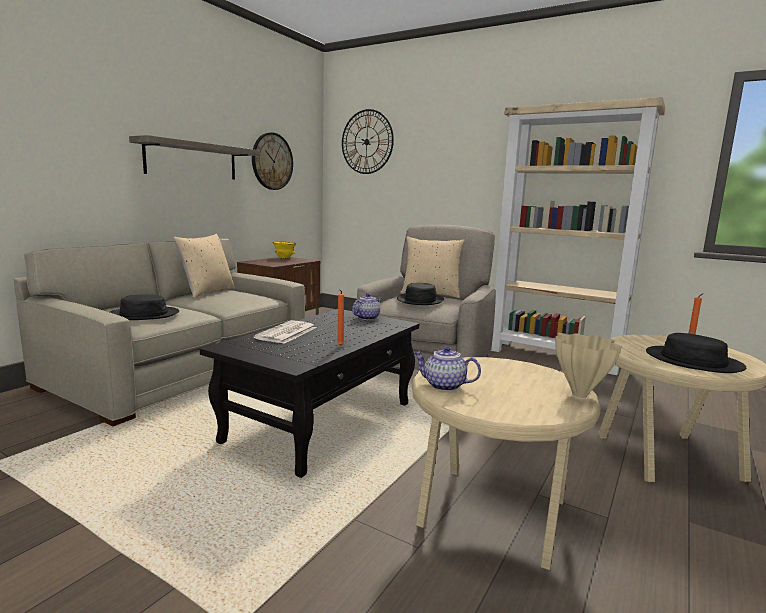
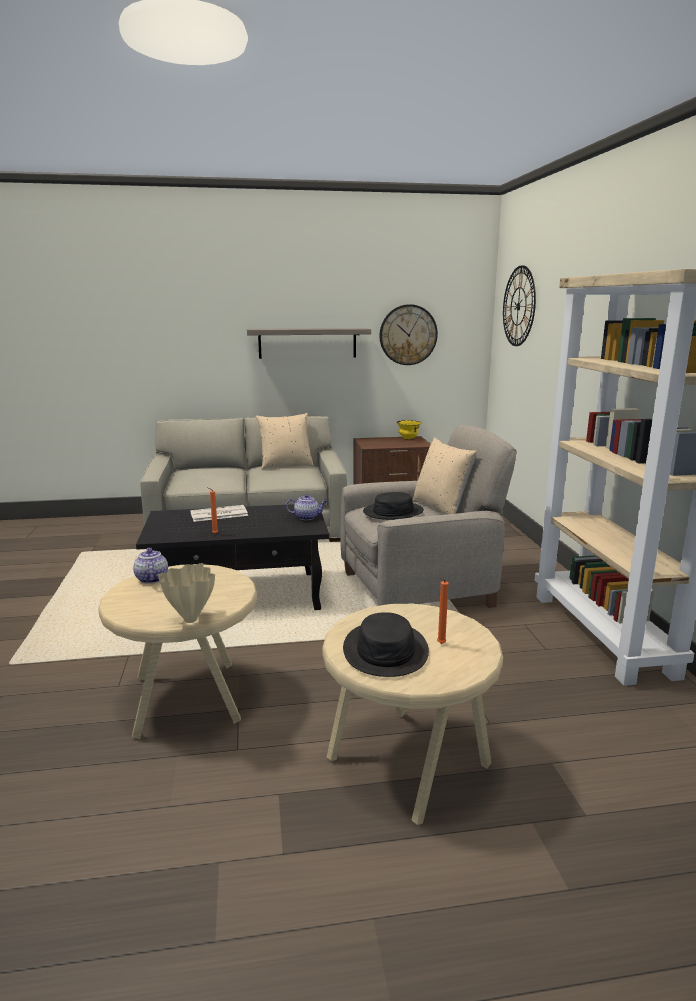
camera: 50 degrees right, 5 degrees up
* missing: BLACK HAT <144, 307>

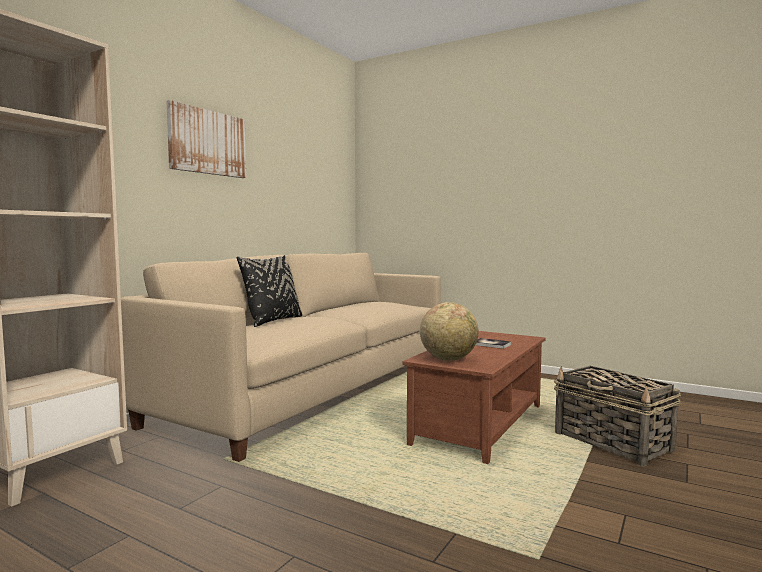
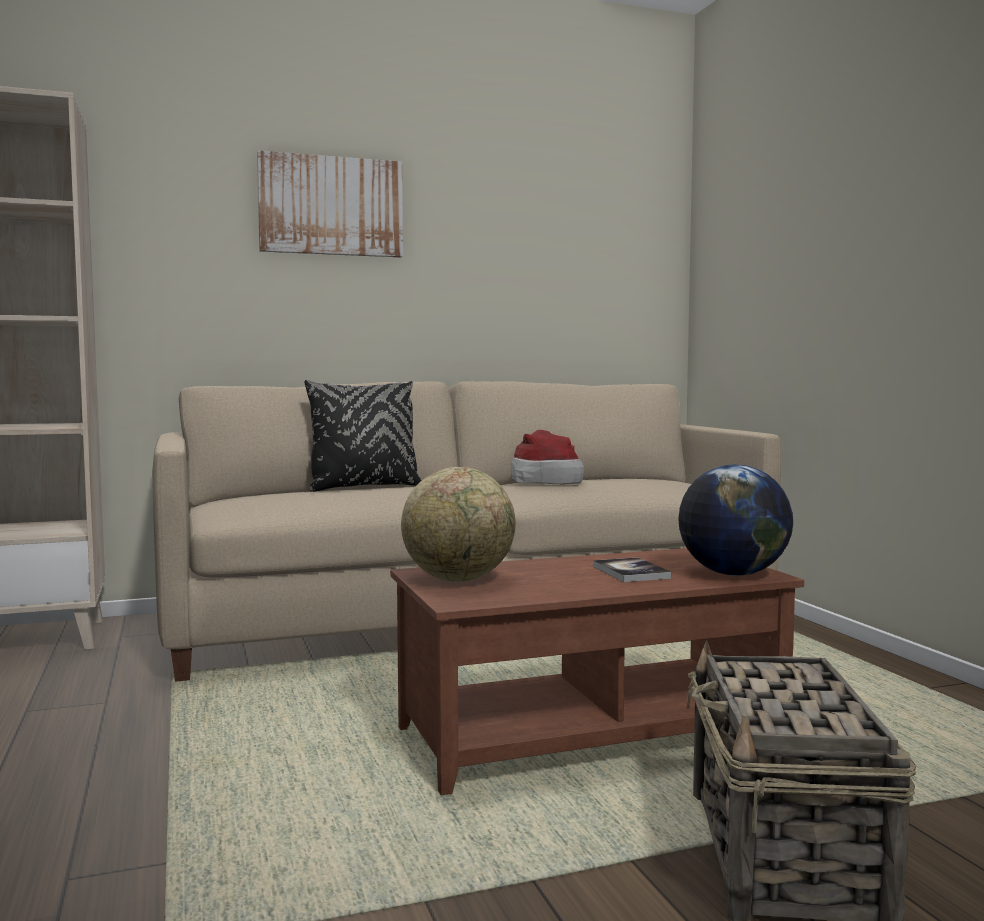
camera: 40 degrees right, 0 degrees up
* appeared: HAT <547, 457>
* appeared: GLOBE <735, 520>

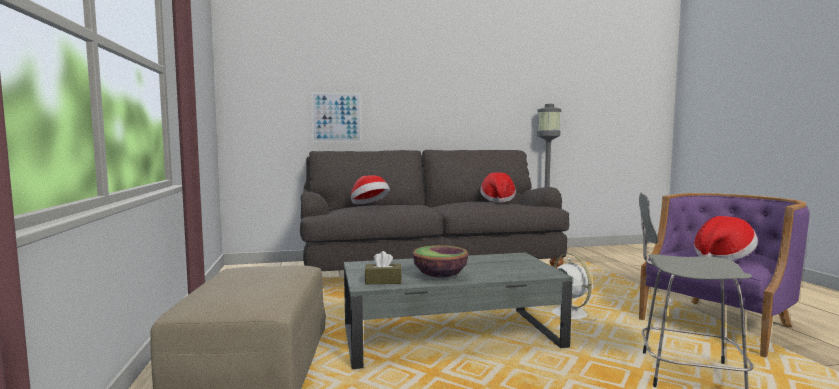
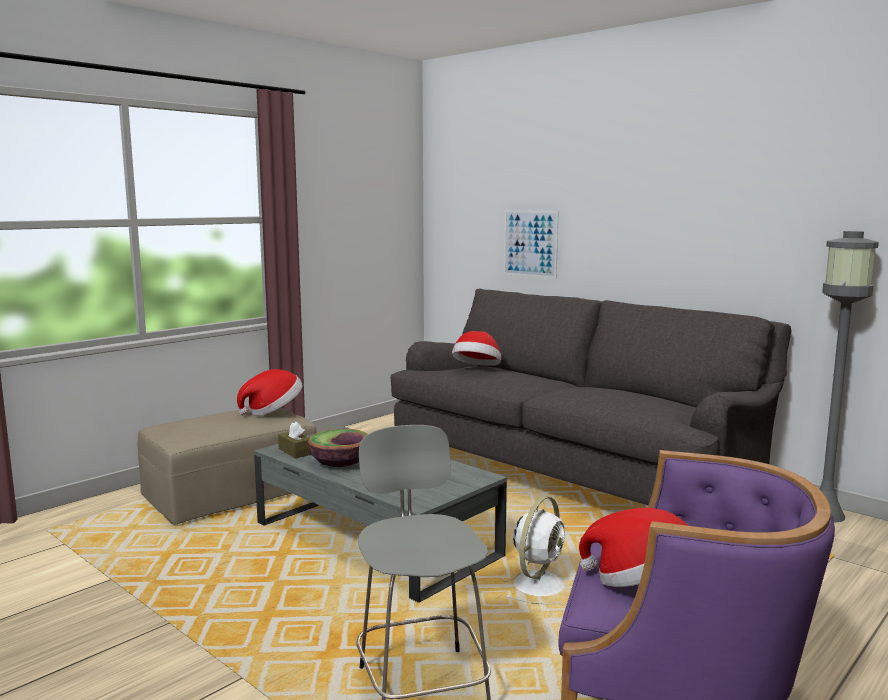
camera: 55 degrees right, 5 degrees up
* relocated: HAT <498, 188> to <270, 392>

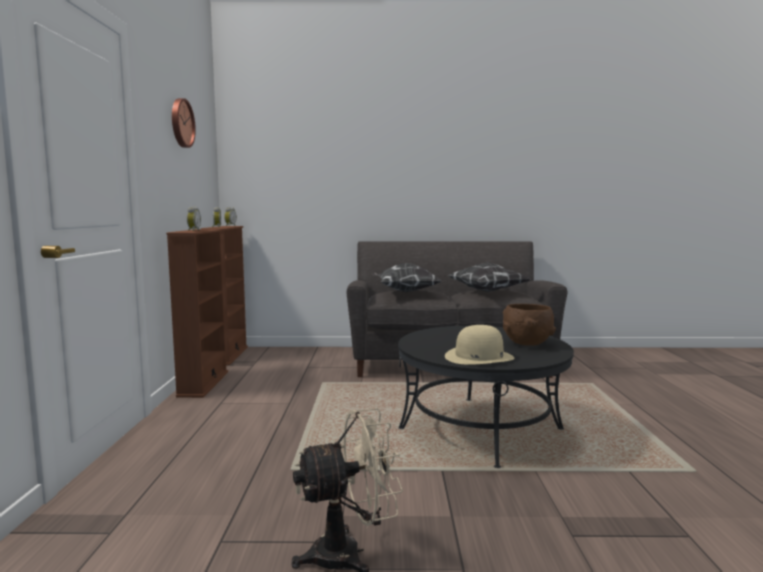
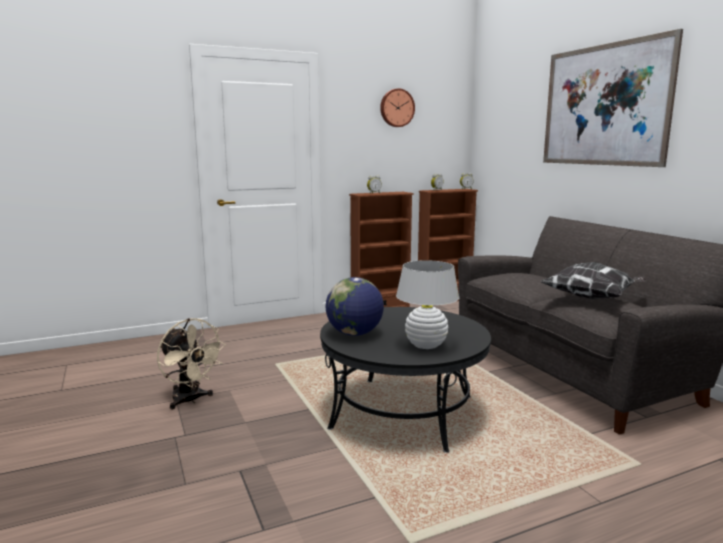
camera: 65 degrees right, 5 degrees up
* missing: PILLOW <407, 277>
* exchanged: BROWN BOWL <529, 325> to WHITE TABLE LAMP <427, 304>
* exchanged: BEIGE HAT <479, 345> to GLOBE <354, 306>
* appeared: PICTURE <613, 98>

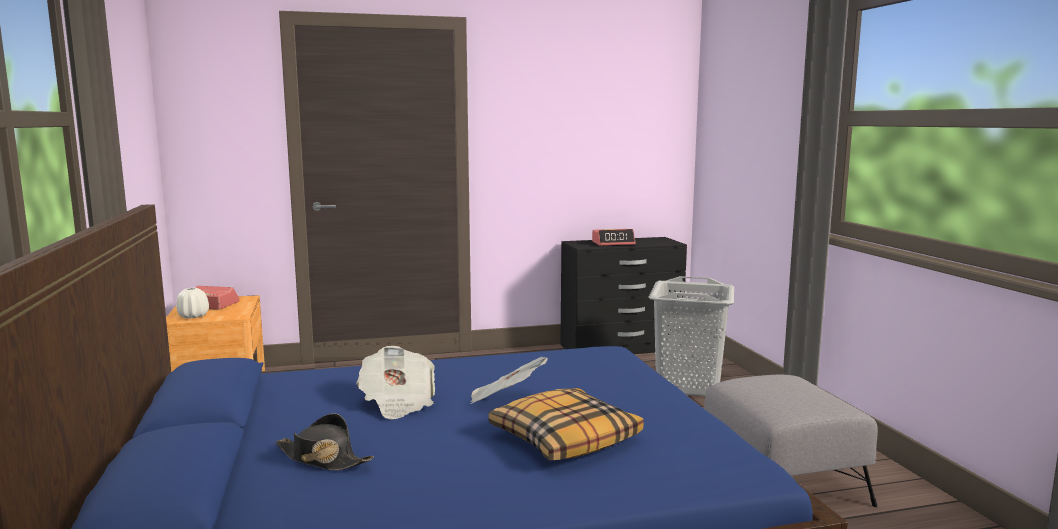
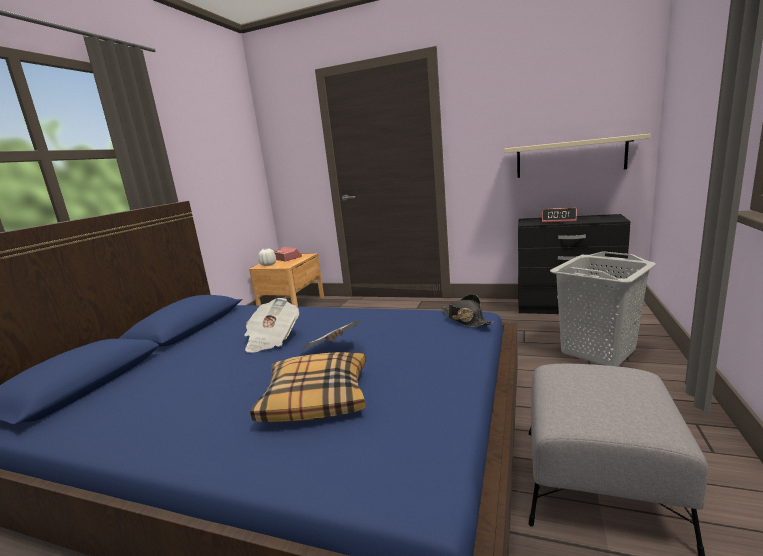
camera: 35 degrees right, 5 degrees up
* relocated: BLACK HAT <325, 441> to <467, 310>
* appeared: BEIGE SHELF <577, 156>

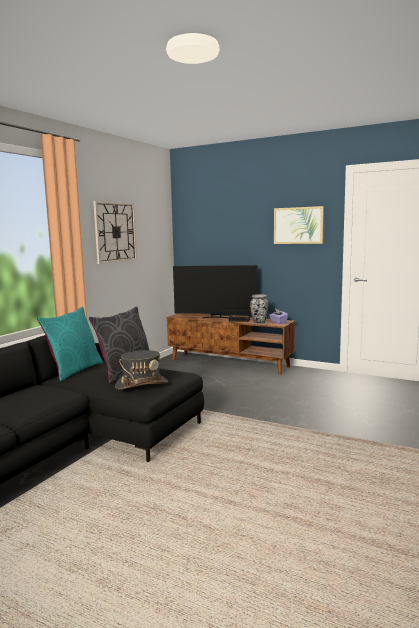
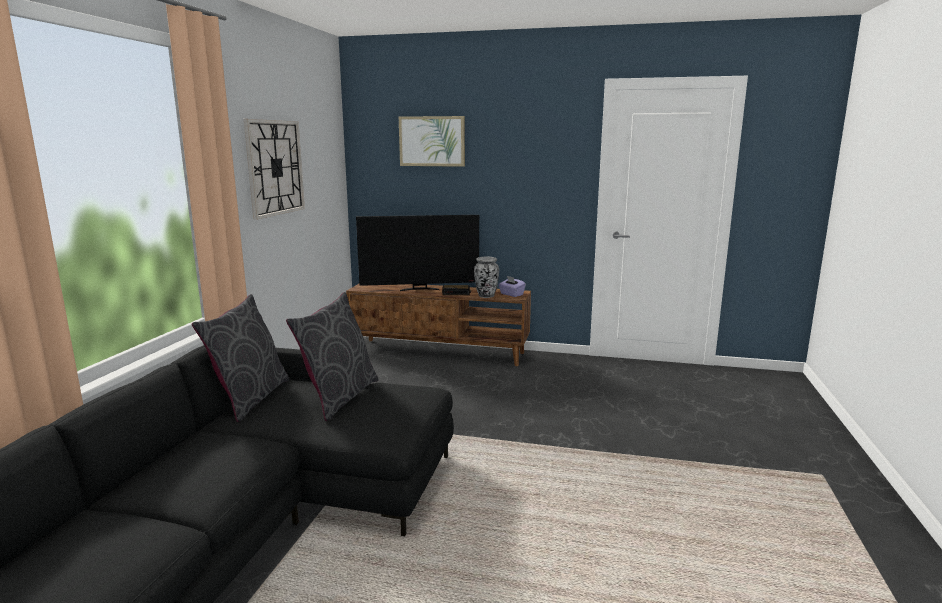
camera: 15 degrees left, 5 degrees up
* relocated: PICTURE <299, 225> to <432, 141>
* colour: TURQUOISE PILLOW <70, 344> to GREY PILLOW <241, 358>
* missing: GREY HAT <141, 369>

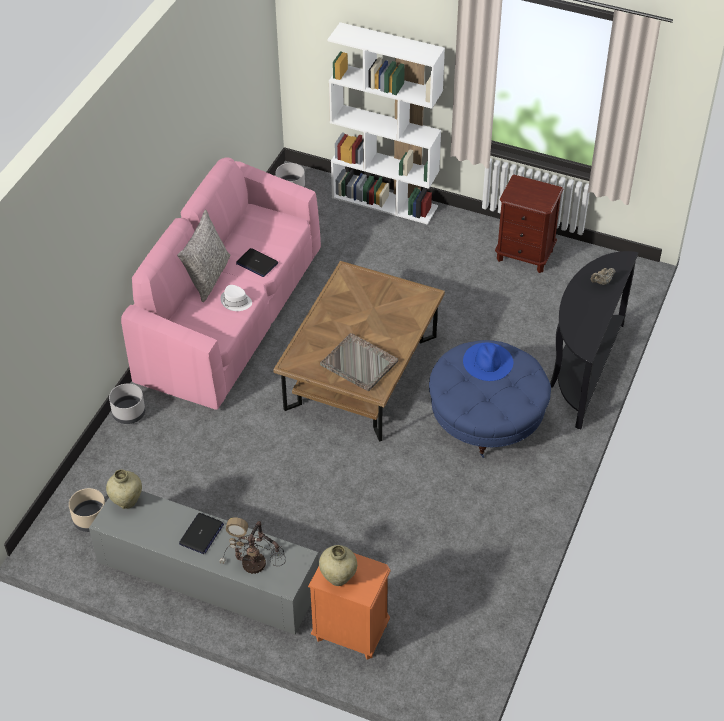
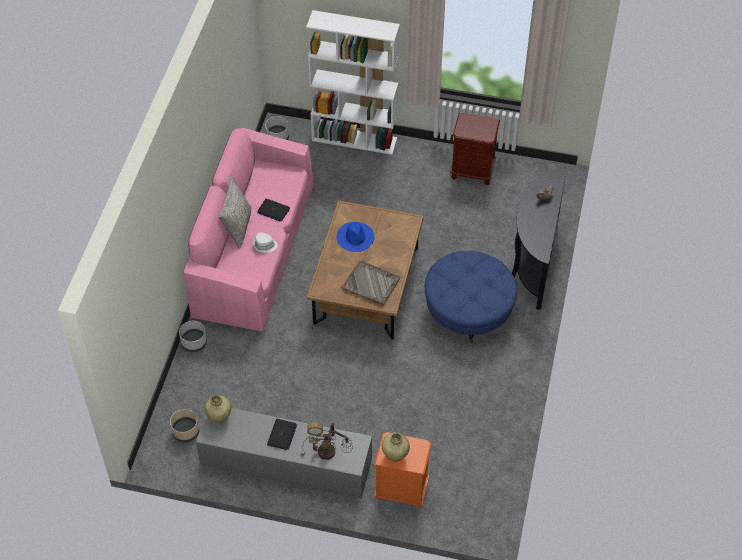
camera: 10 degrees left, 5 degrees up
* relocated: BLUE HAT <488, 362> to <355, 237>

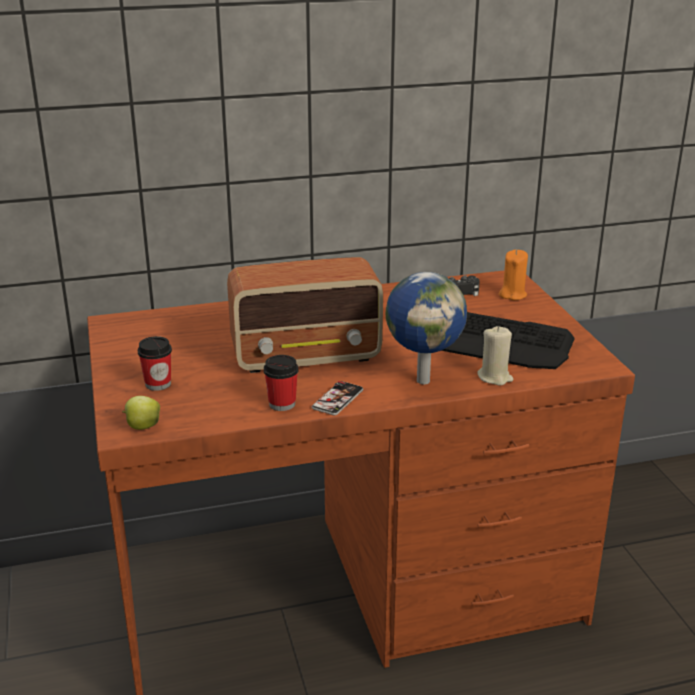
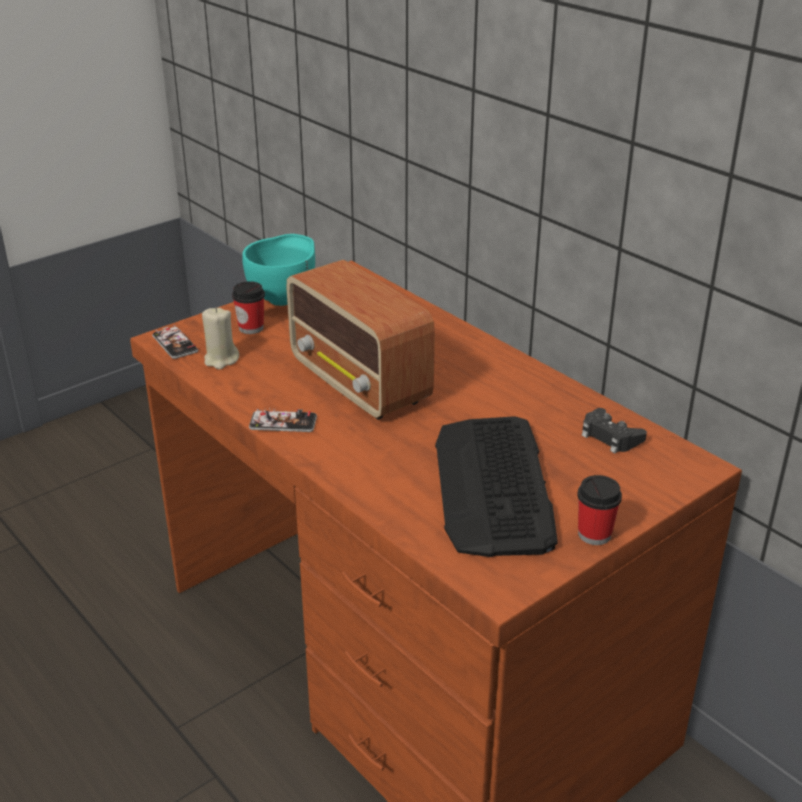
camera: 65 degrees right, 5 degrees up
* missing: ORANGE CANDLE <513, 275>
* missing: GLOBE <426, 328>
* relocated: BEIGE CANDLE <495, 356> to <220, 338>
* relocated: CUP <281, 383> to <599, 510>
* exchanged: APPLE <141, 413> to PHONE <175, 342>
* appeared: TURQUOISE BOWL <278, 270>

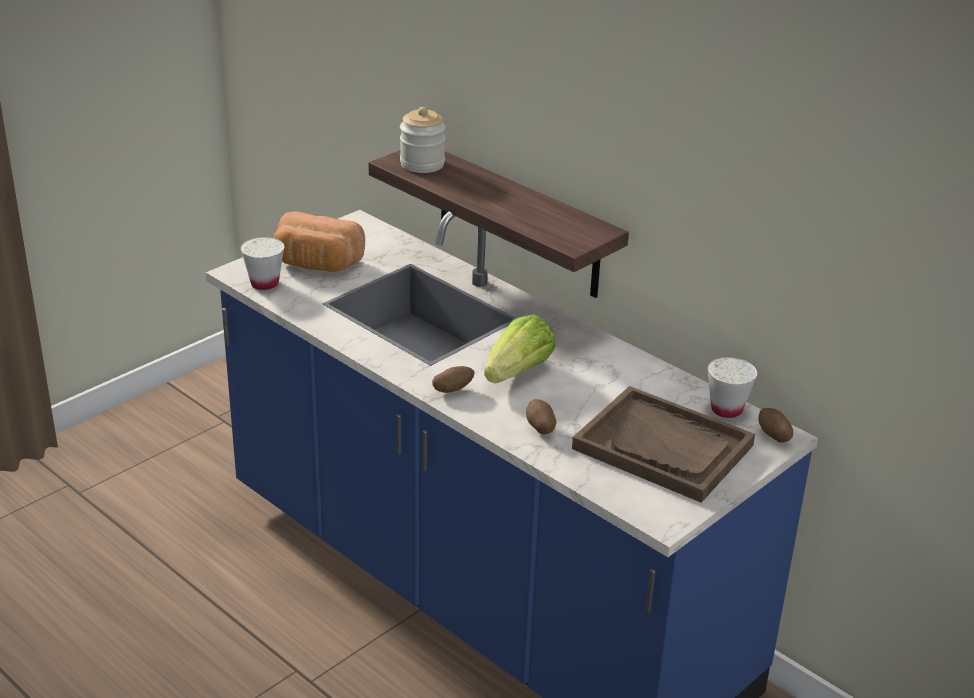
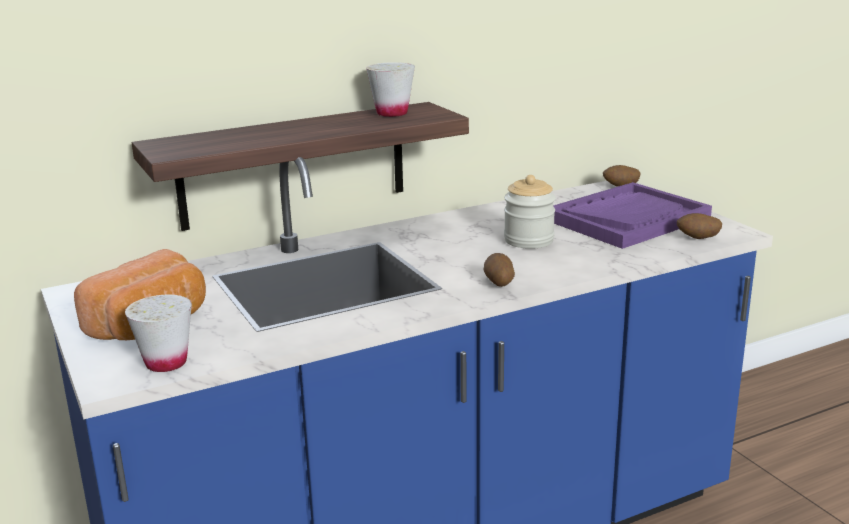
camera: 70 degrees left, 10 degrees down
* relocated: JAR <422, 140> to <530, 212>
* missing: LETTUCE <520, 349>
* relocated: WHITE CUP <732, 387> to <390, 89>
* colour: BROWN TRAY <663, 444> to PURPLE TRAY <632, 215>
* relocated: POTATO <541, 417> to <699, 226>

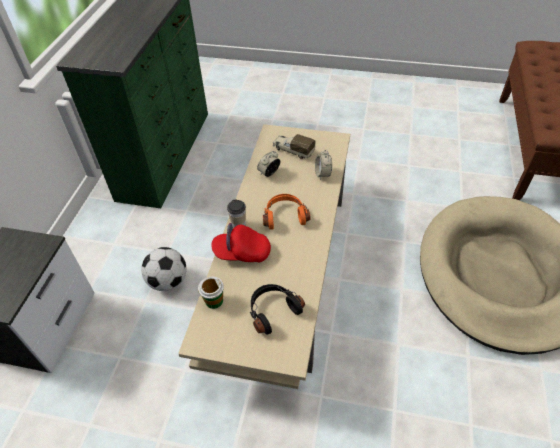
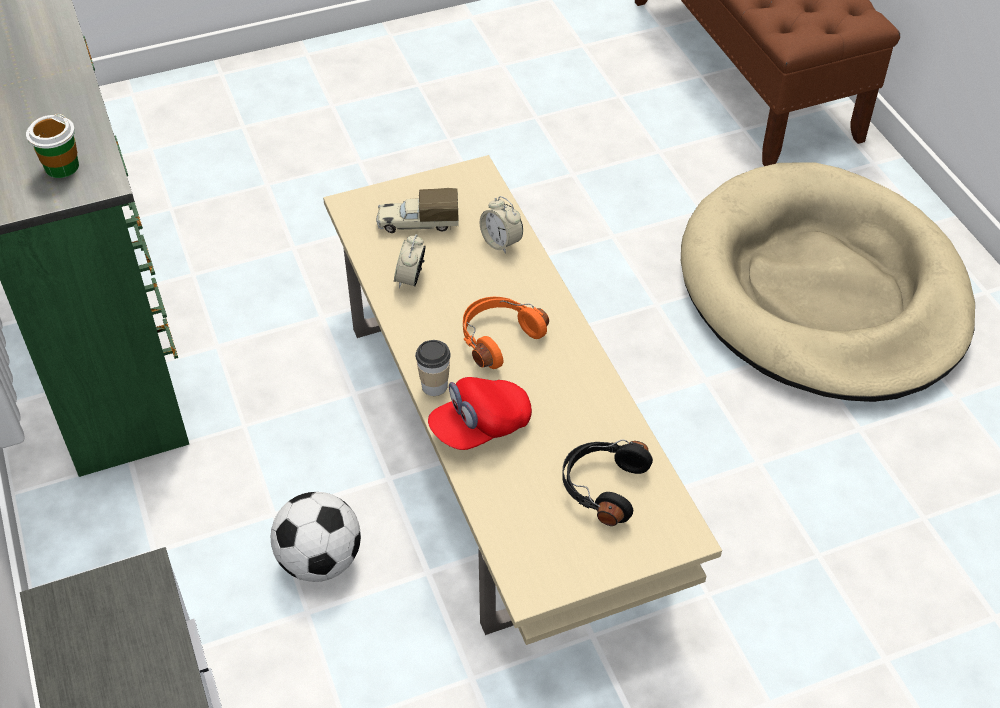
camera: 35 degrees left, 0 degrees up
* relocated: CUP <211, 293> to <52, 146>

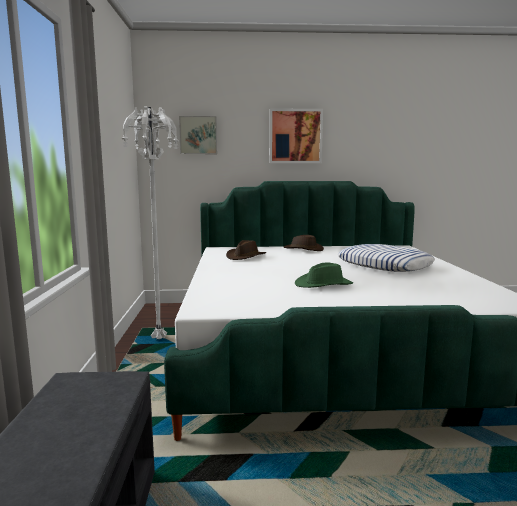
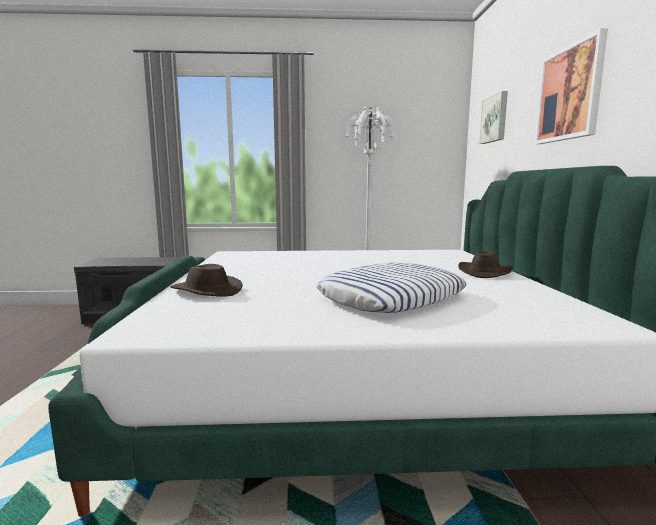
camera: 90 degrees right, 0 degrees up
* relocated: BROWN HAT <246, 250> to <207, 280>
* missing: GREEN HAT <324, 275>

